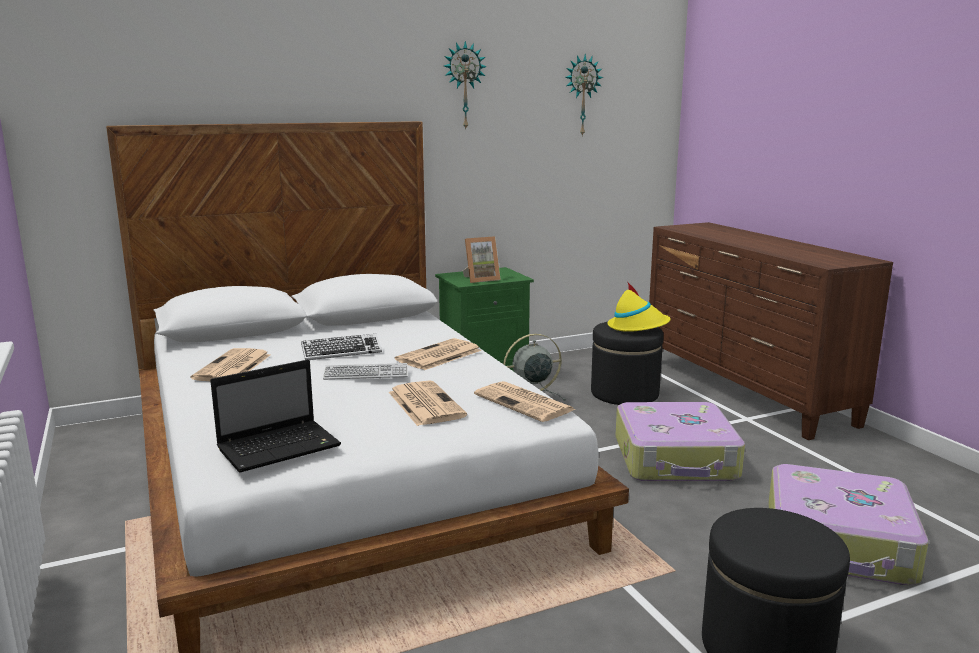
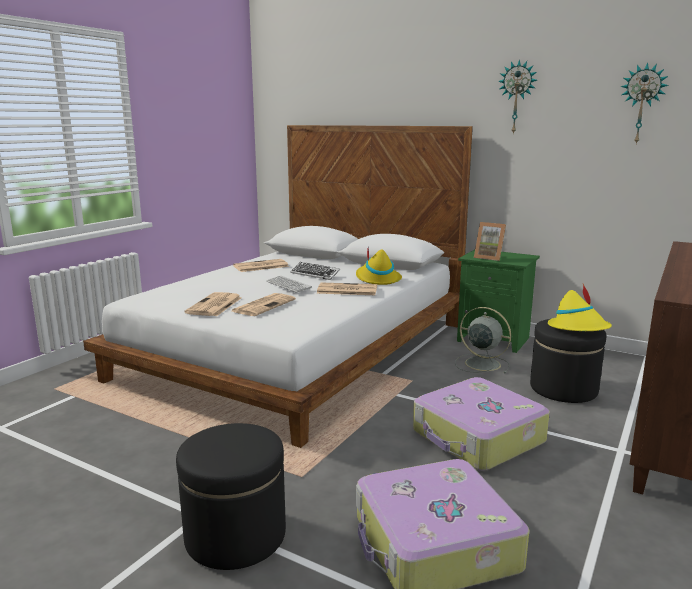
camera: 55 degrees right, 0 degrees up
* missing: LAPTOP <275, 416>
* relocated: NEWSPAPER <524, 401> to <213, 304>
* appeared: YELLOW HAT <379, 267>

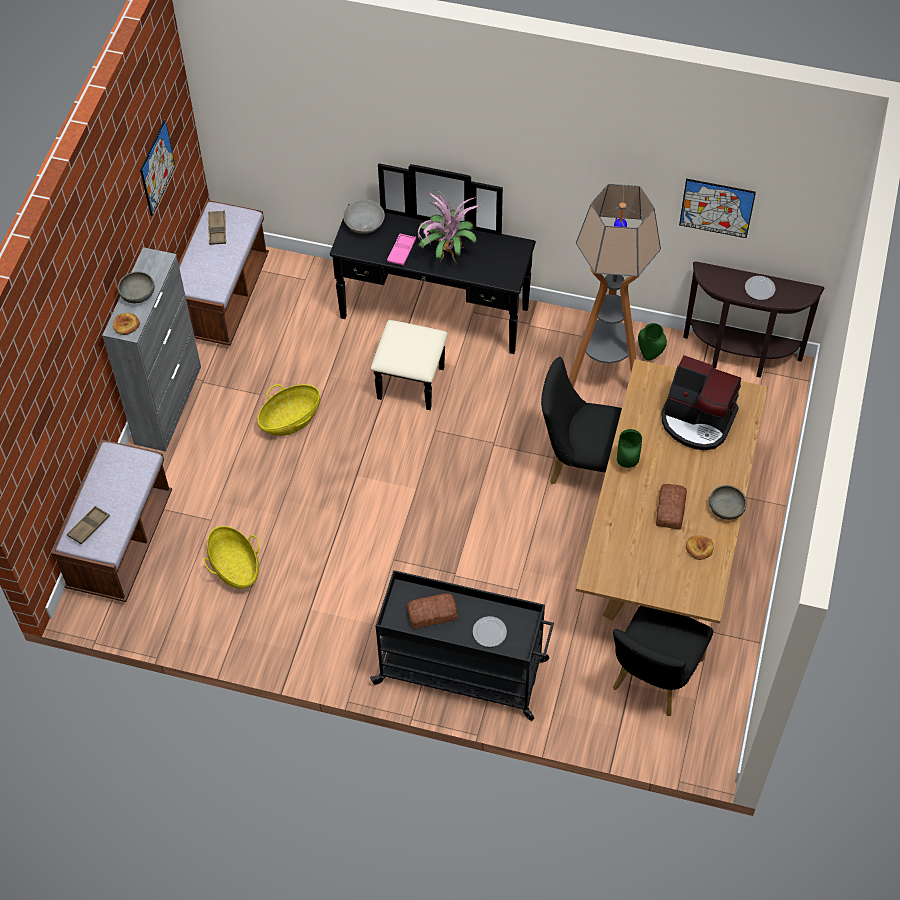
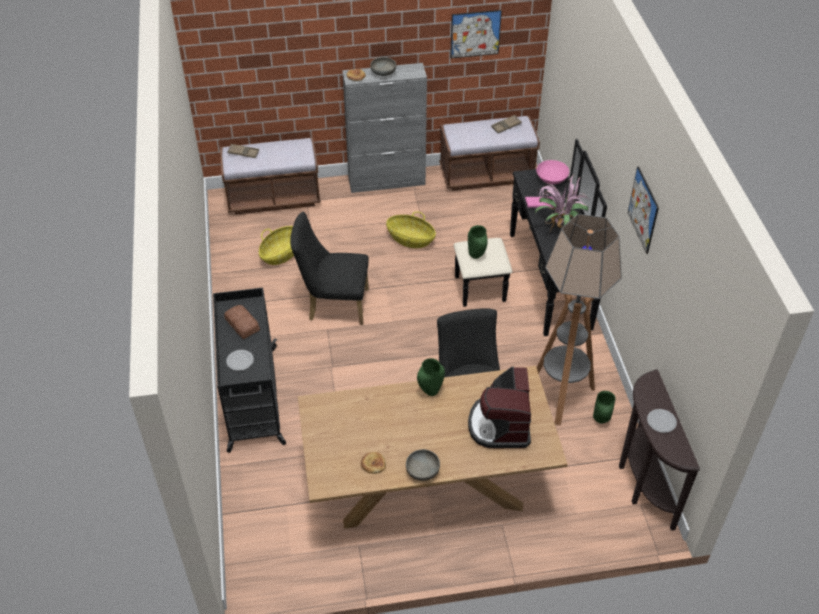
camera: 65 degrees right, 10 degrees down
* relocated: PICTURE <717, 208> to <643, 210>
* colour: GREY BOWL <364, 216> to PINK BOWL <552, 172>
* missing: BREAD <671, 507>
* relocated: BLACK CHAIR <663, 661> to <329, 268>
* appeared: GREEN VASE <477, 242>

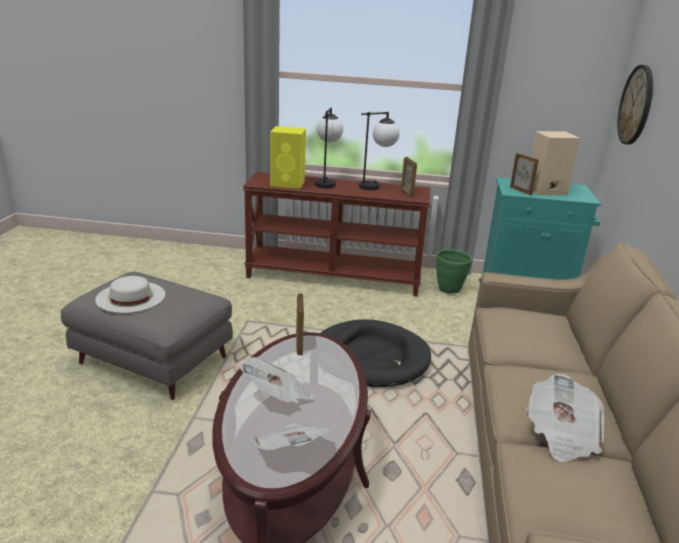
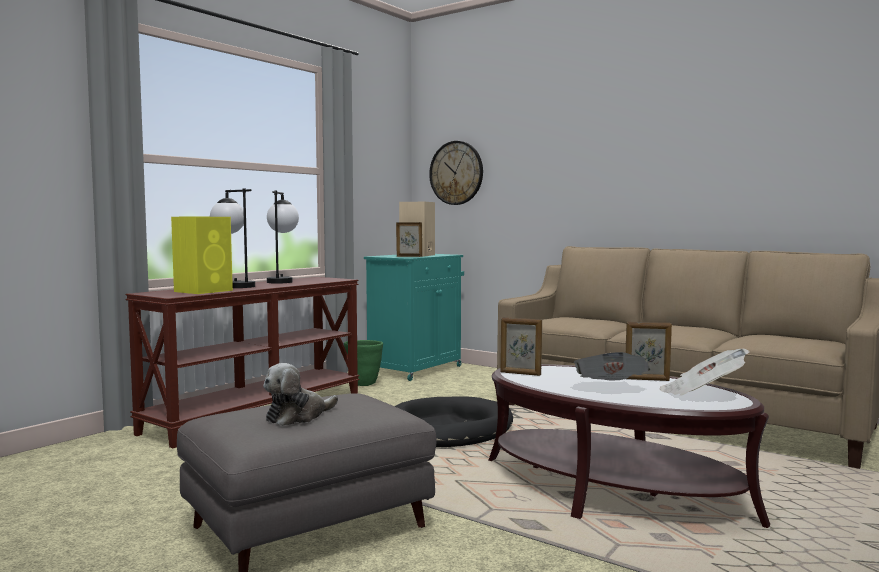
camera: 60 degrees left, 20 degrees down
* relocated: PICTURE FRAME <409, 177> to <649, 351>
* exchanged: WHITE HAT <130, 294> to PLUSH TOY <300, 394>
* missing: NEWSPAPER <565, 418>

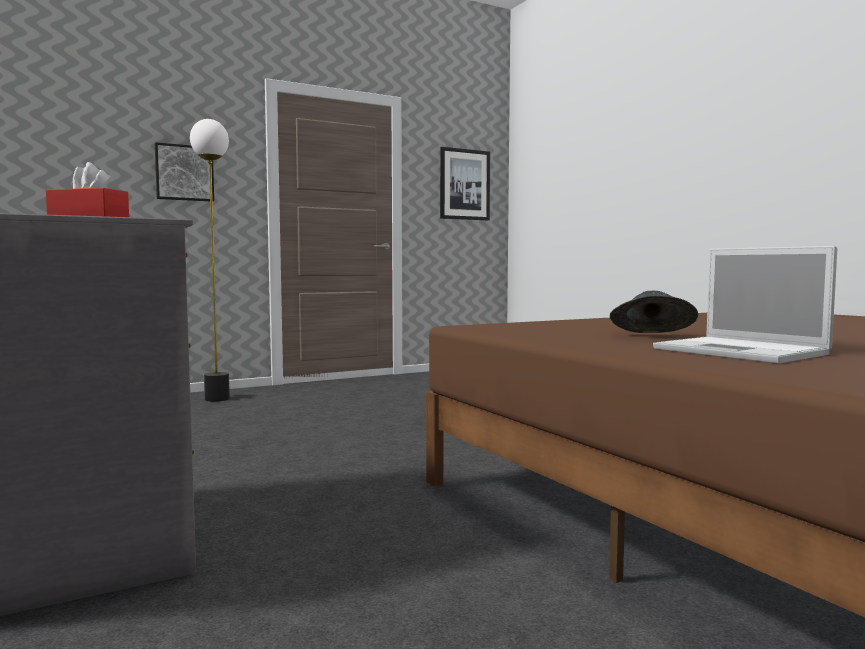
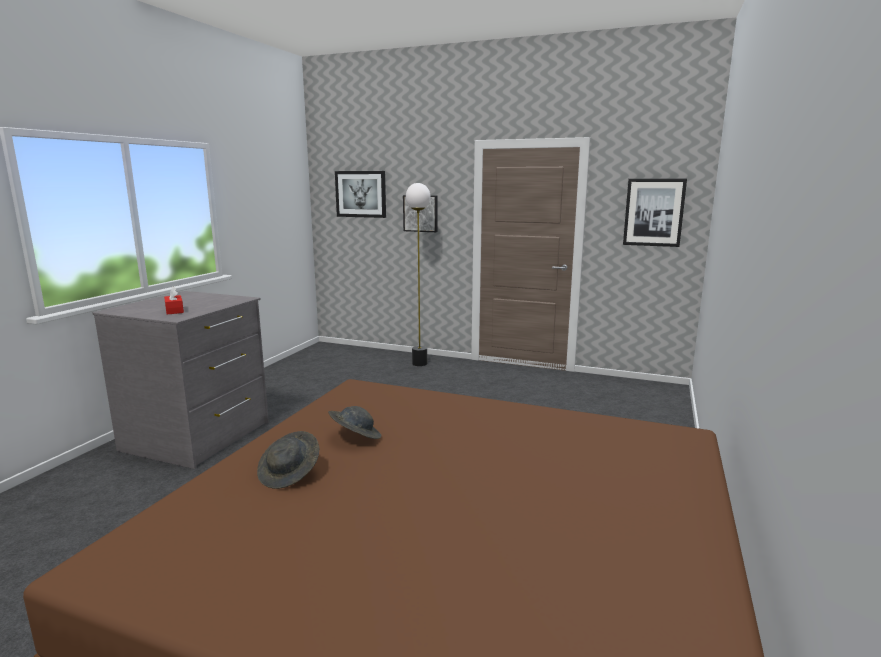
camera: 50 degrees right, 10 degrees up
* exchanged: LAPTOP <745, 305> to GREY HAT <288, 460>
* appeared: PICTURE <360, 194>

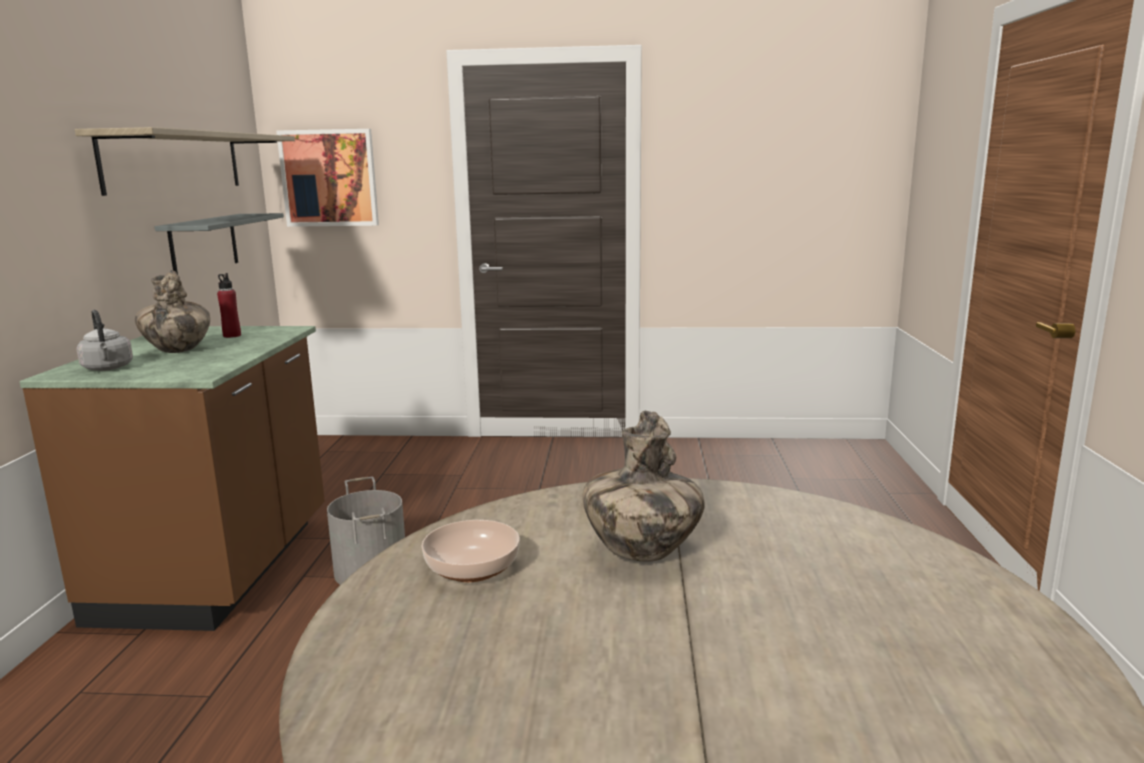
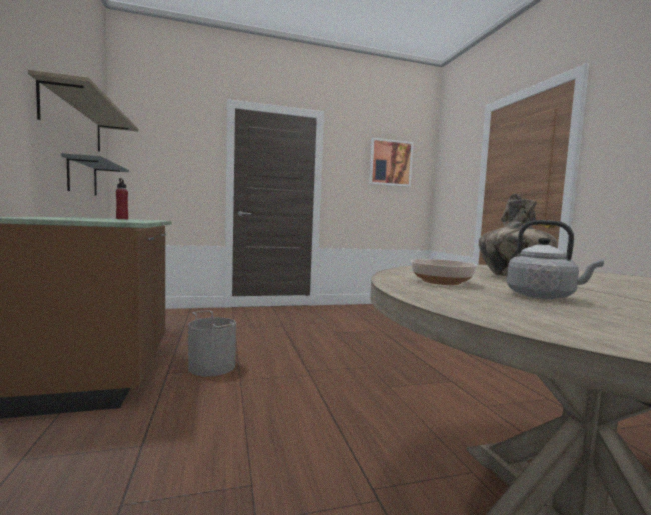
camera: 20 degrees left, 10 degrees down
* relocated: PICTURE <327, 178> to <391, 162>
* missing: VASE <172, 311>
* relocated: GREY KETTLE <105, 340> to <555, 259>

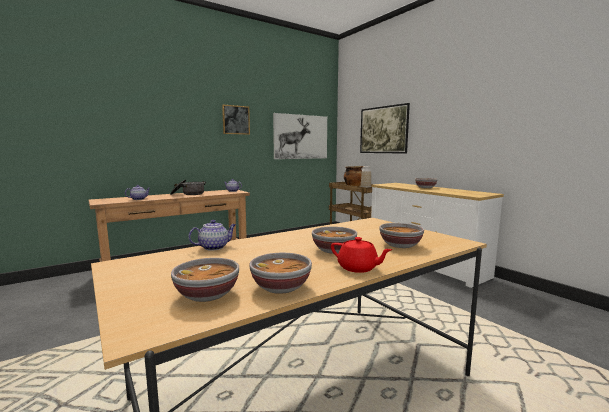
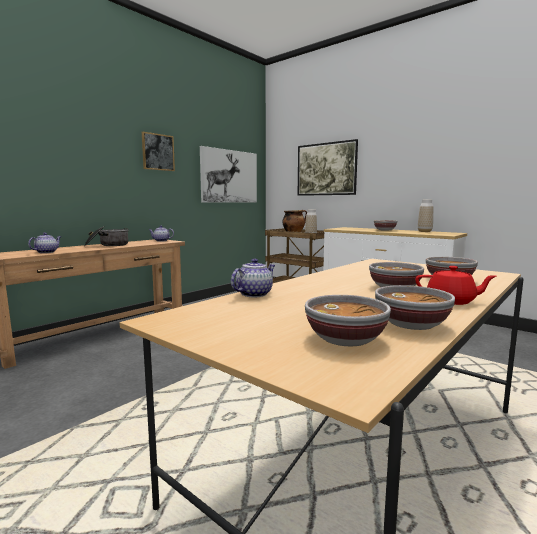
camera: 15 degrees left, 0 degrees up
* appeared: VASE <425, 216>

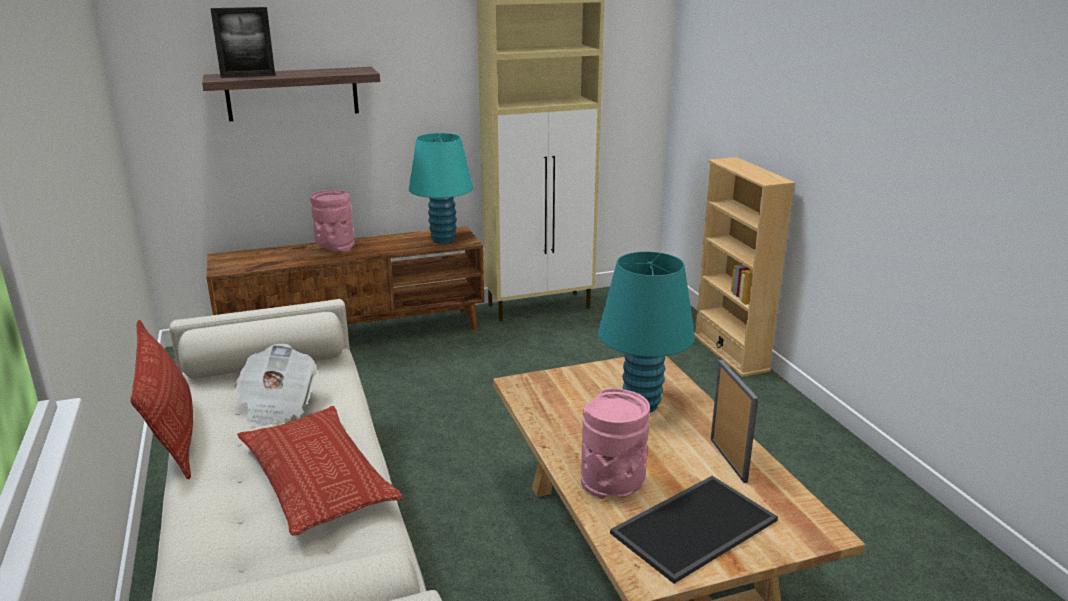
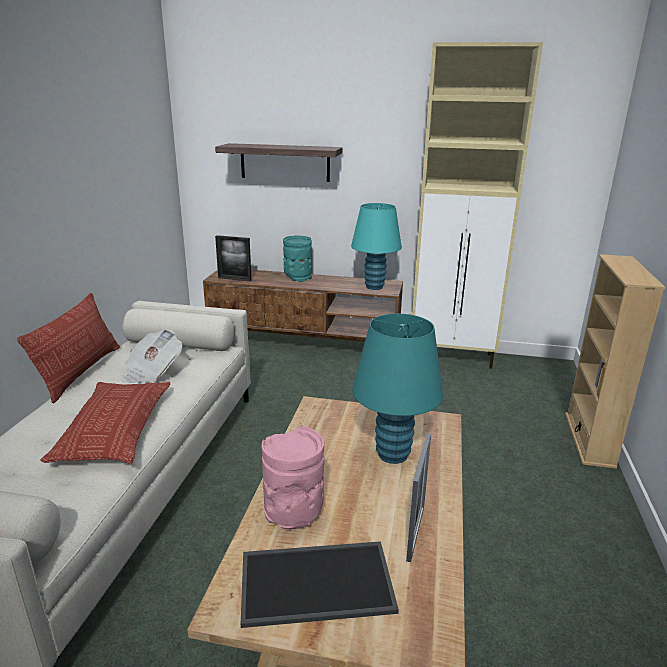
camera: 30 degrees right, 0 degrees up
* relocated: PICTURE FRAME <242, 42> to <233, 258>
* colour: PINK VASE <332, 221> to TURQUOISE VASE <297, 259>

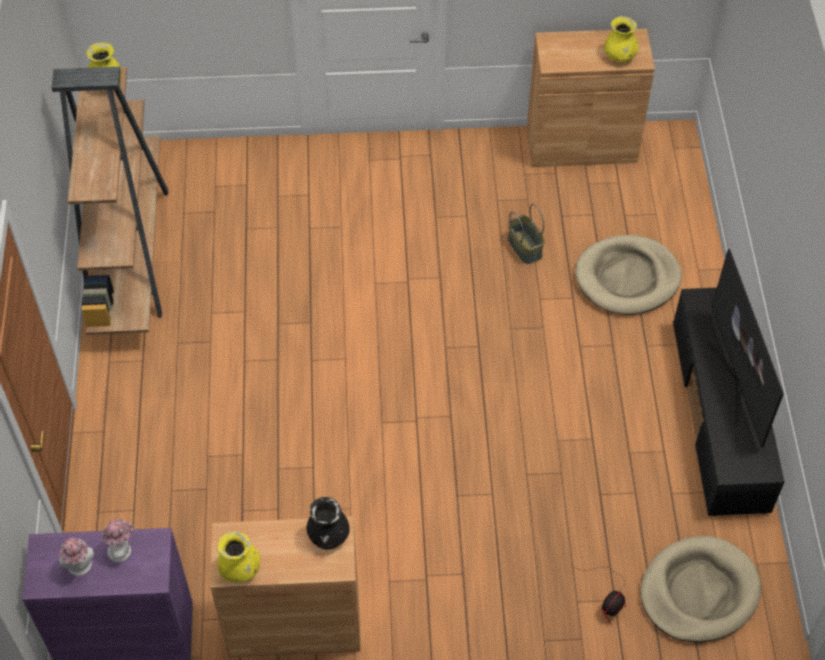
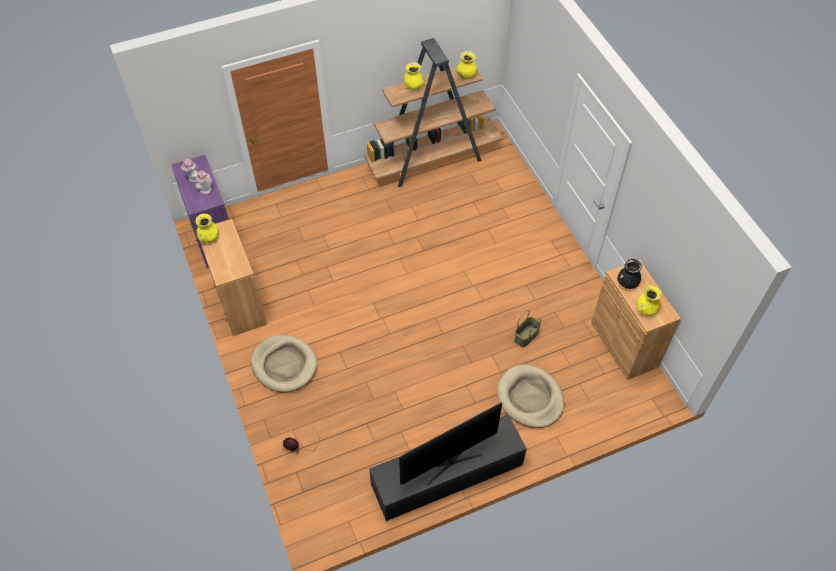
camera: 70 degrees right, 0 degrees up
* relocated: BLACK VASE <328, 523> to <629, 274>
* relocated: BEIGE DOG BED <700, 589> to <284, 363>
* appeared: YELLOW VASE <414, 76>

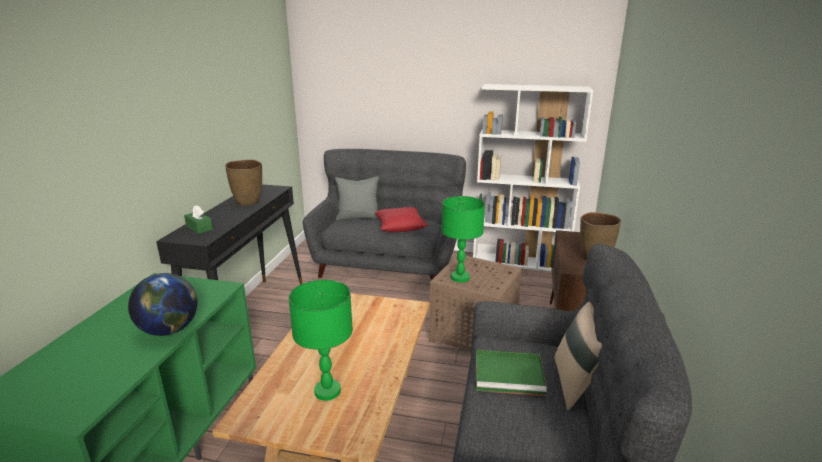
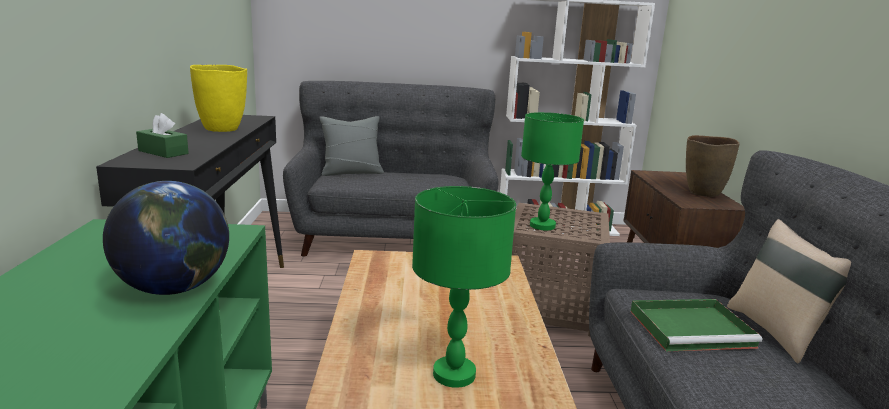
camera: 15 degrees left, 5 degrees down
* colour: BROWN VASE <243, 183> to YELLOW VASE <218, 98>
* missing: RED PILLOW <401, 219>

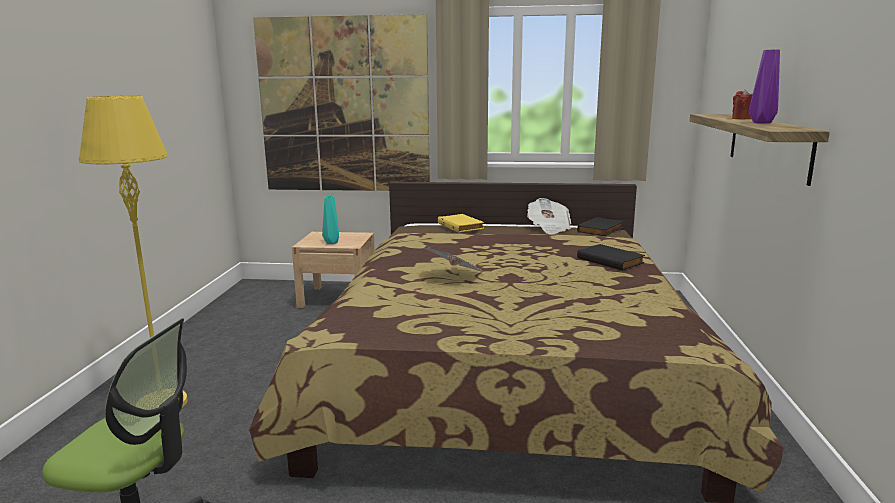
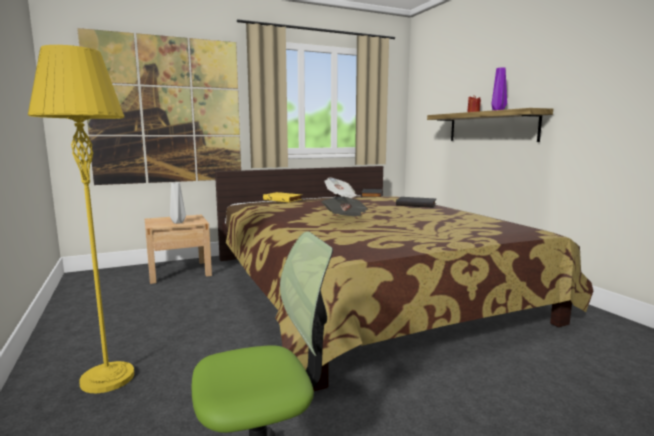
camera: 30 degrees left, 5 degrees down
* colour: TURQUOISE VASE <330, 220> to GREY VASE <178, 203>

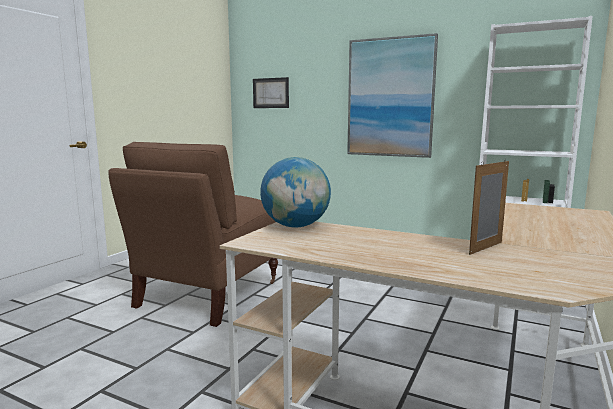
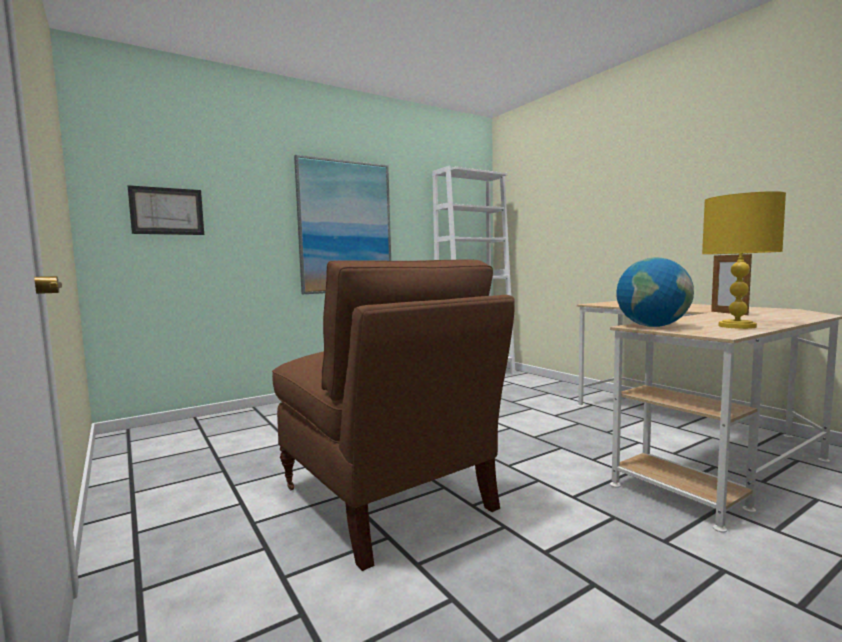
camera: 60 degrees left, 5 degrees down
* appeared: YELLOW TABLE LAMP <744, 260>

